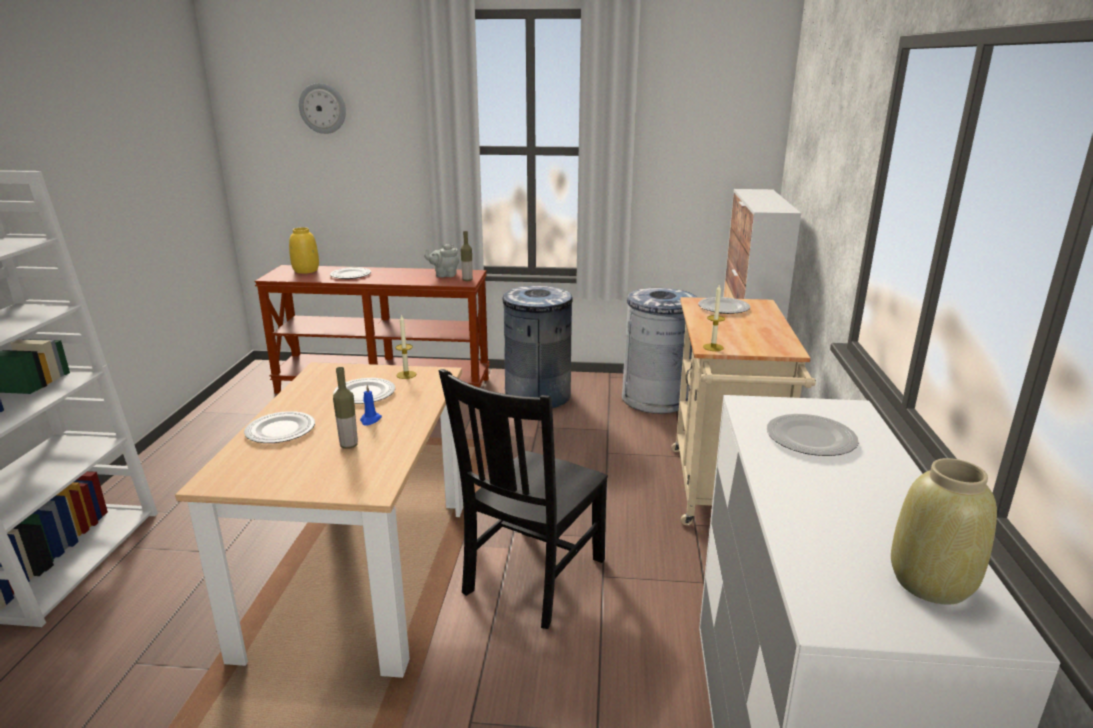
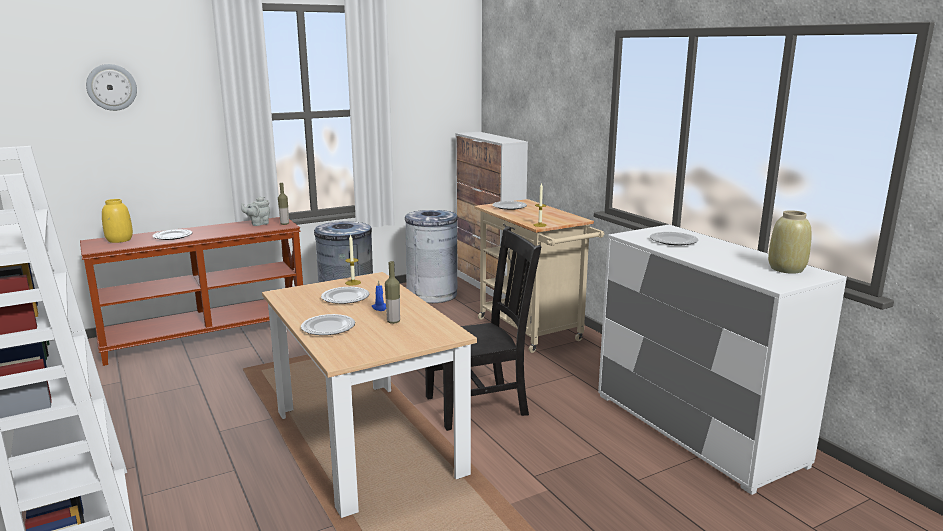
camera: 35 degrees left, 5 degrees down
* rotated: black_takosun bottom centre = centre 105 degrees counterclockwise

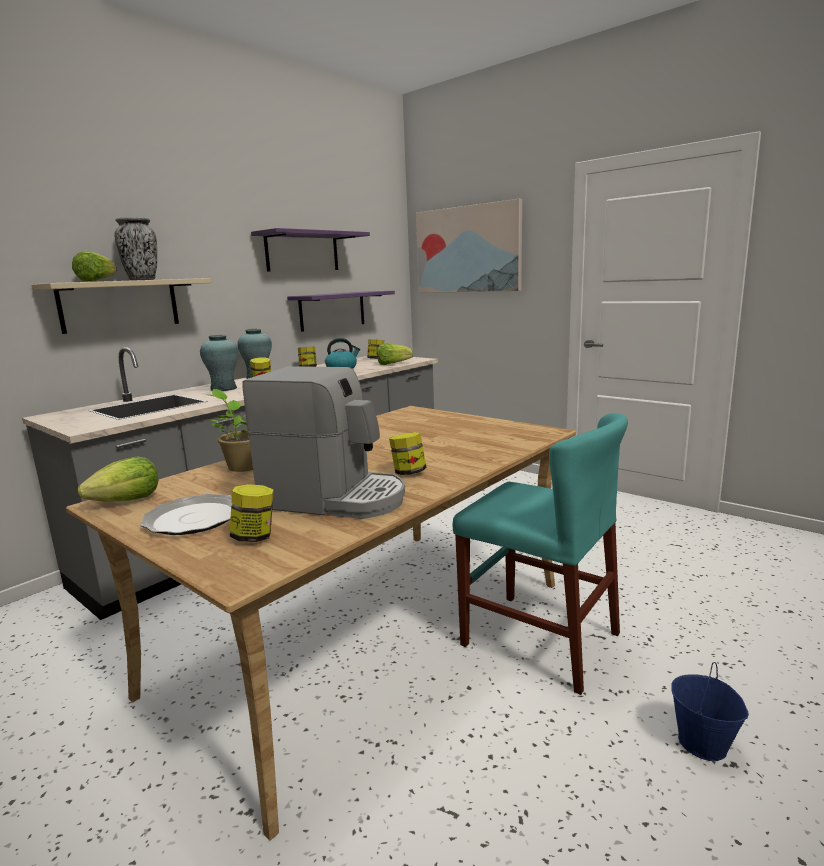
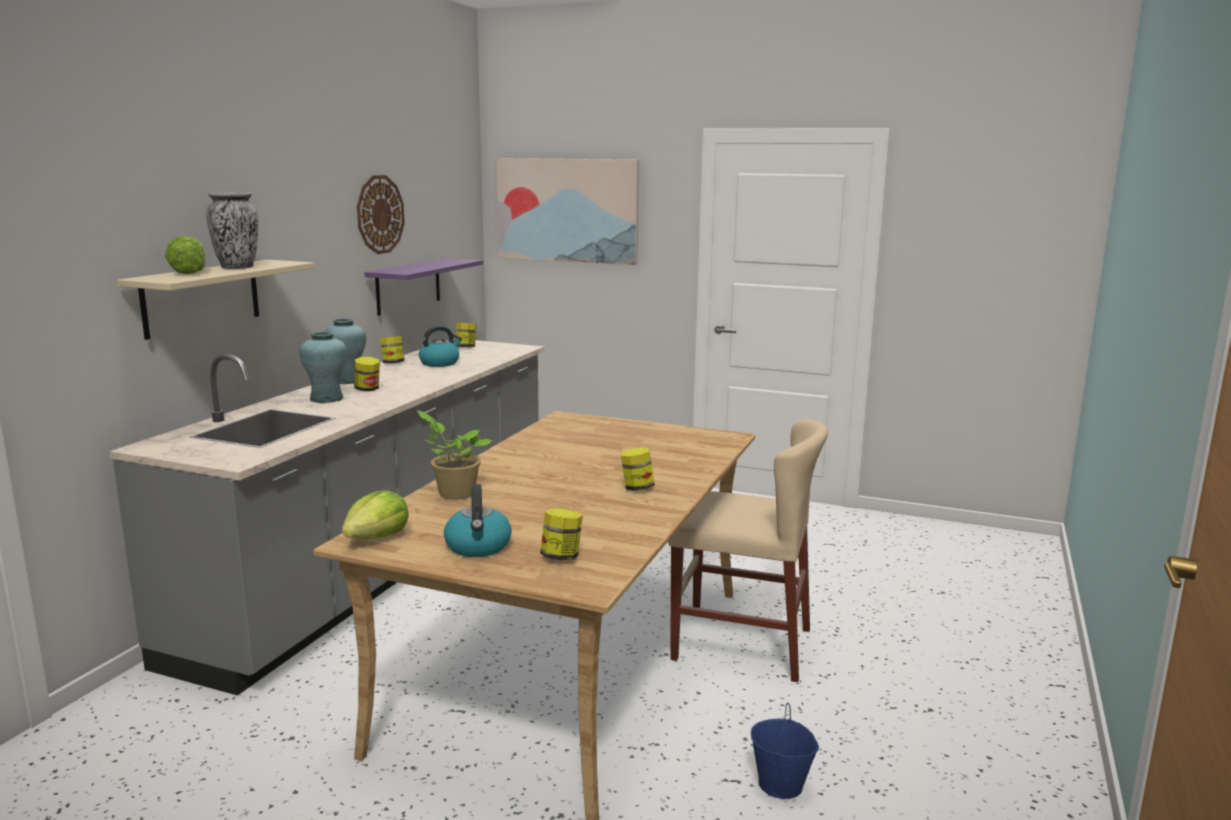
camera: 20 degrees left, 0 degrees up
* swapped: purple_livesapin (no. 1 from left) top centre to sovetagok top left
* swapped: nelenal middle left to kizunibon (no. 2 from left) centre
* repainted: turquoise_takosun centre to beige_takosun bottom centre
* shifted: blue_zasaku bottom right to bottom centre
* gone: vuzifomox centre
* gone: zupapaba (no. 3 from left) centre

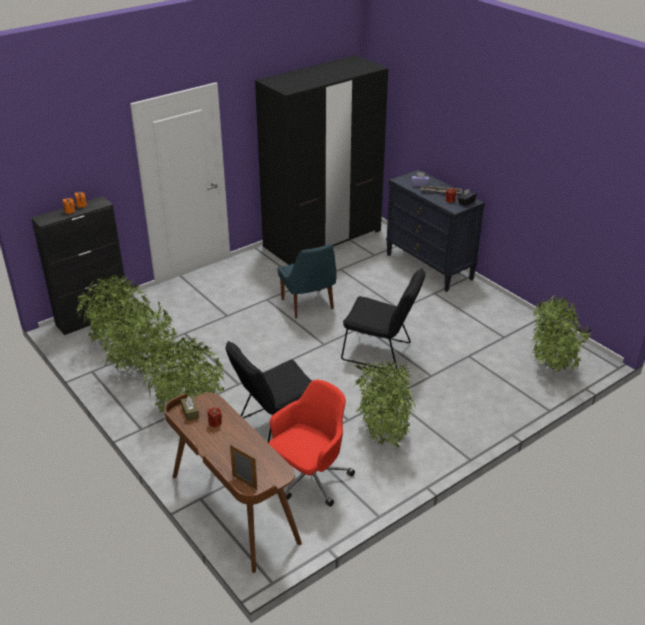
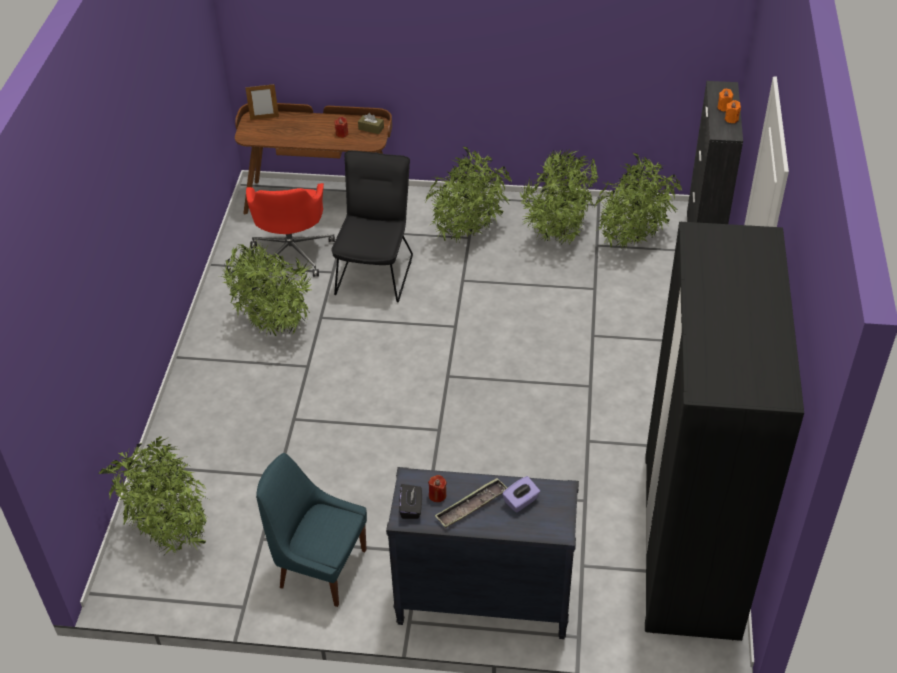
camera: 135 degrees right, 10 degrees up
* shifted: blue_takosun centre to bottom centre
* gone: black_takosun (no. 2 from left) centre

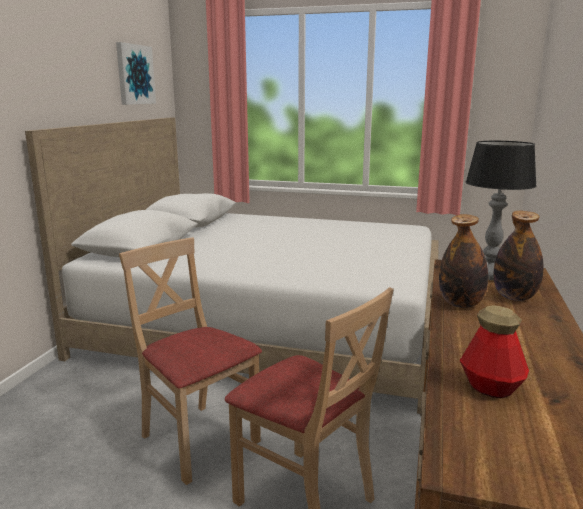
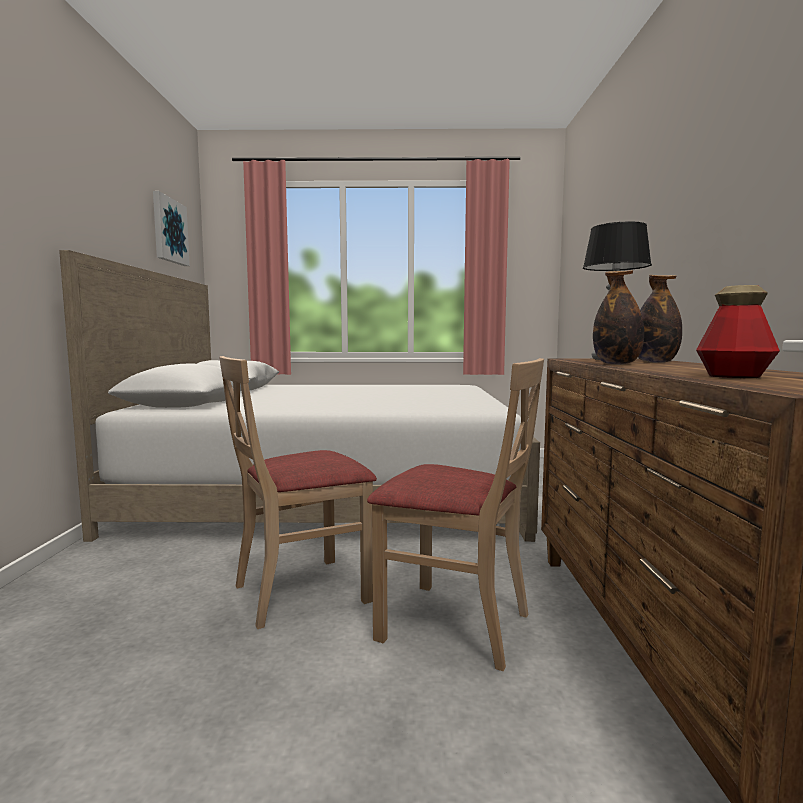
camera: 15 degrees left, 10 degrees down
* rotated: beige_takosun (no. 1 from left) bottom left = centre 60 degrees counterclockwise

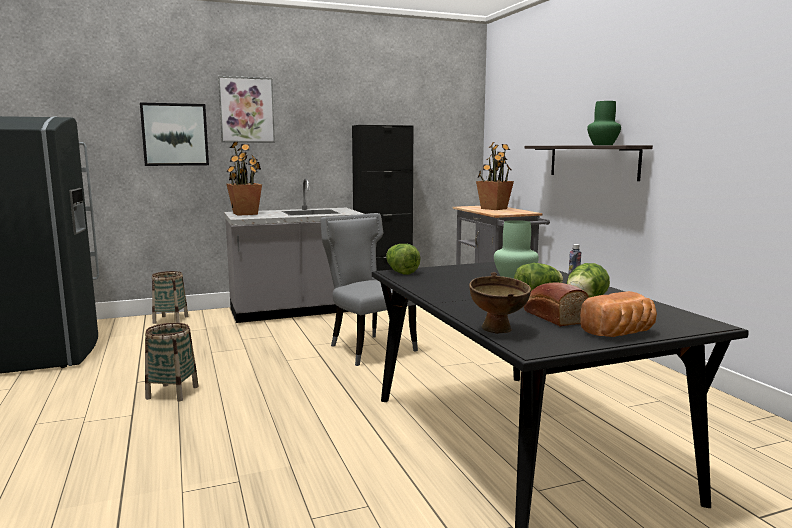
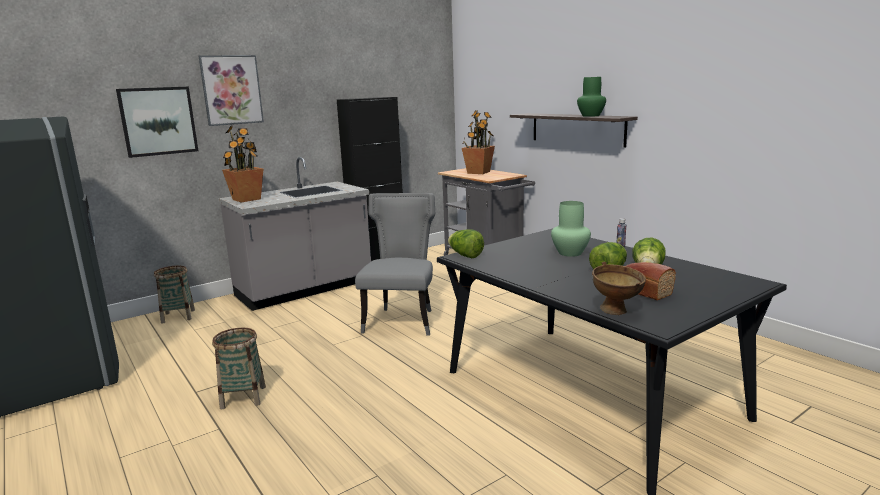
camera: 15 degrees left, 5 degrees up
* rotated: grey_takosun centre = centre 60 degrees clockwise
* gone: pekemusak (no. 2 from left) middle right

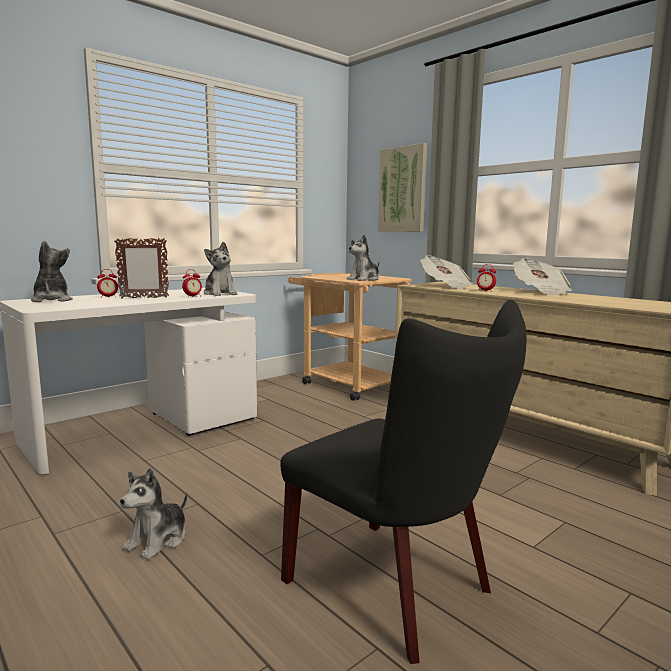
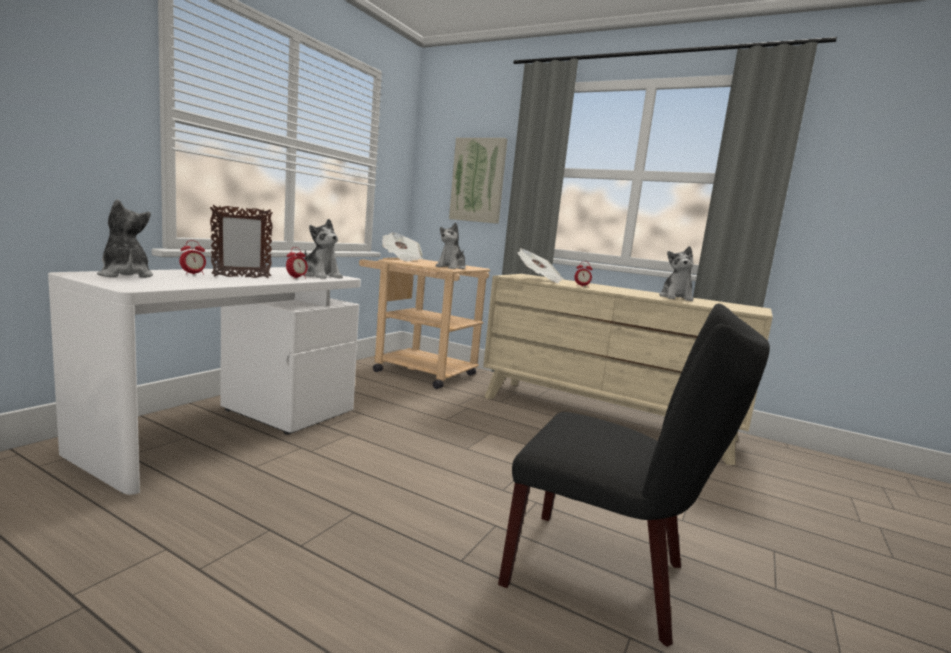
camera: 20 degrees left, 0 degrees up
* shifted: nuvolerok (no. 2 from left in the first image) middle right to nuvolerok (no. 1 from left) centre
* shifted: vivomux (no. 2 from left in the first image) bottom left to vivomux (no. 4 from left) middle right

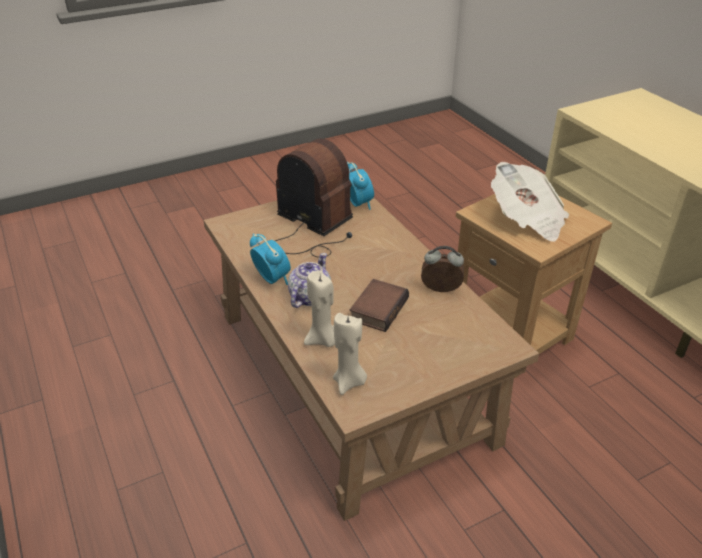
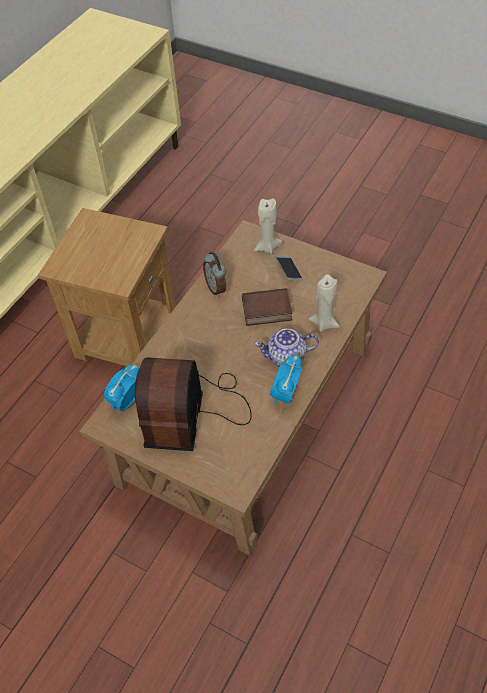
camera: 120 degrees left, 15 degrees up
* shifted: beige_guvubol (no. 2 from left in the first image) centre to beige_guvubol (no. 1 from left) top centre
* new: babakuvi centre
* gone: nuvolerok middle right

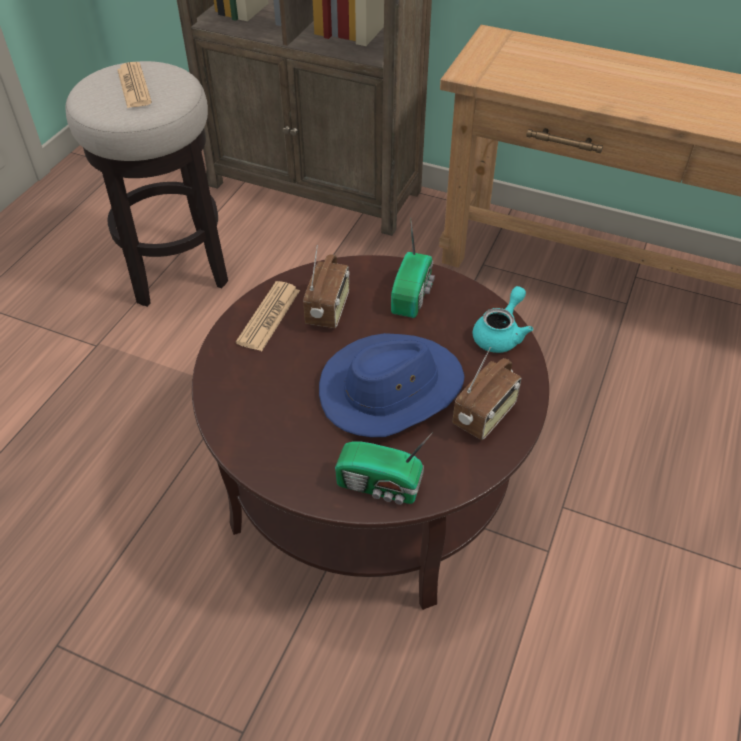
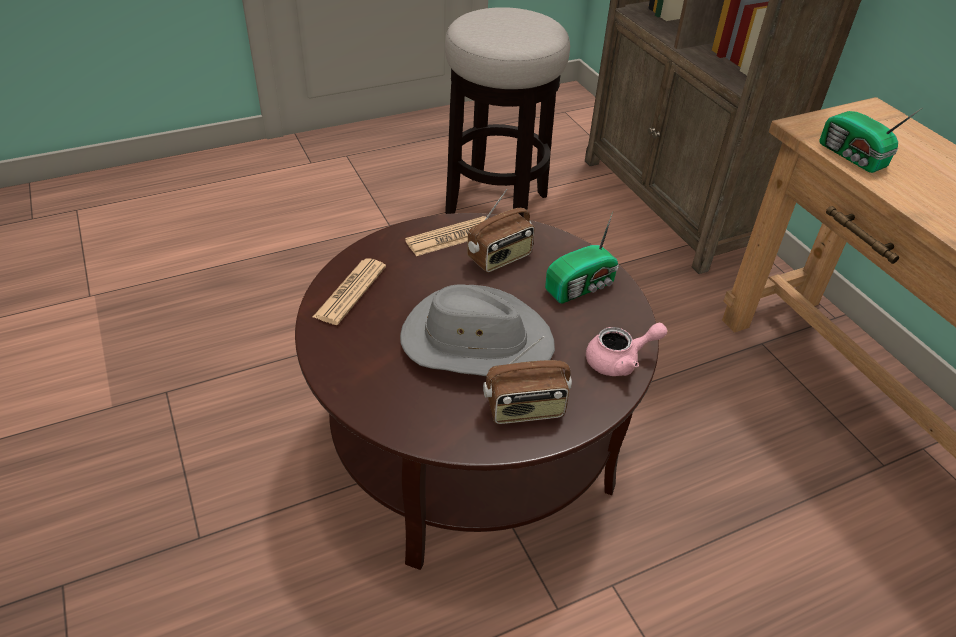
camera: 40 degrees right, 5 degrees down
* shifted: nuvolerok (no. 1 from left) top left to centre
* repainted: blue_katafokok centre to grey_katafokok centre
* repainted: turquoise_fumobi middle right to pink_fumobi centre
* shifted: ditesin (no. 2 from left in the first image) centre to ditesin (no. 4 from left) top right

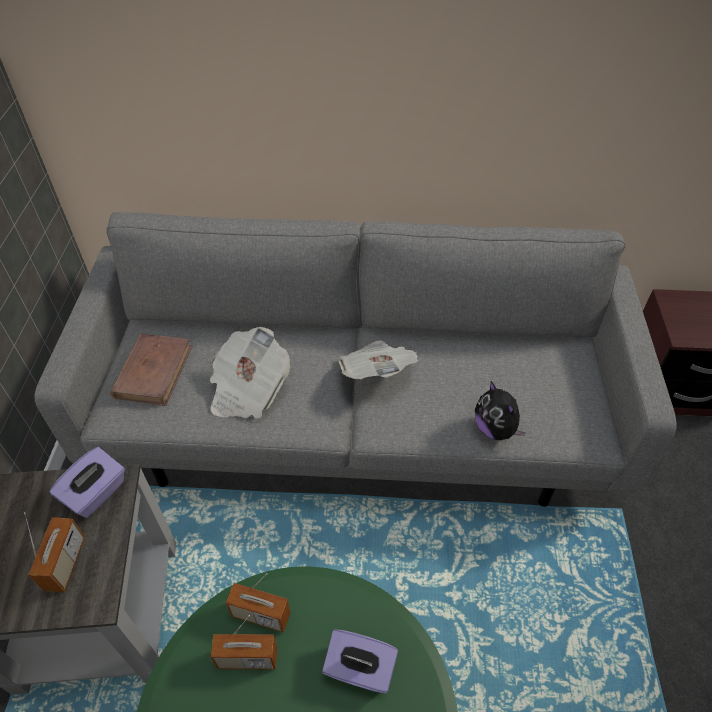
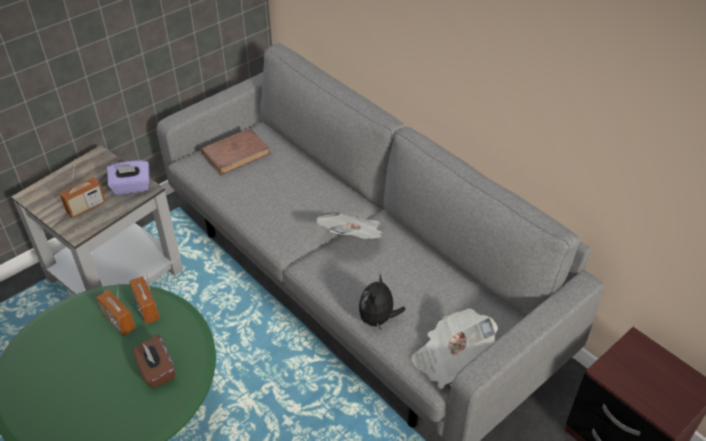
camera: 45 degrees right, 5 degrees down
* repainted: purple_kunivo (no. 2 from left) bottom centre to brown_kunivo bottom left
* shifted: nuvolerok (no. 1 from left in the first image) centre to nuvolerok (no. 2 from left) bottom centre

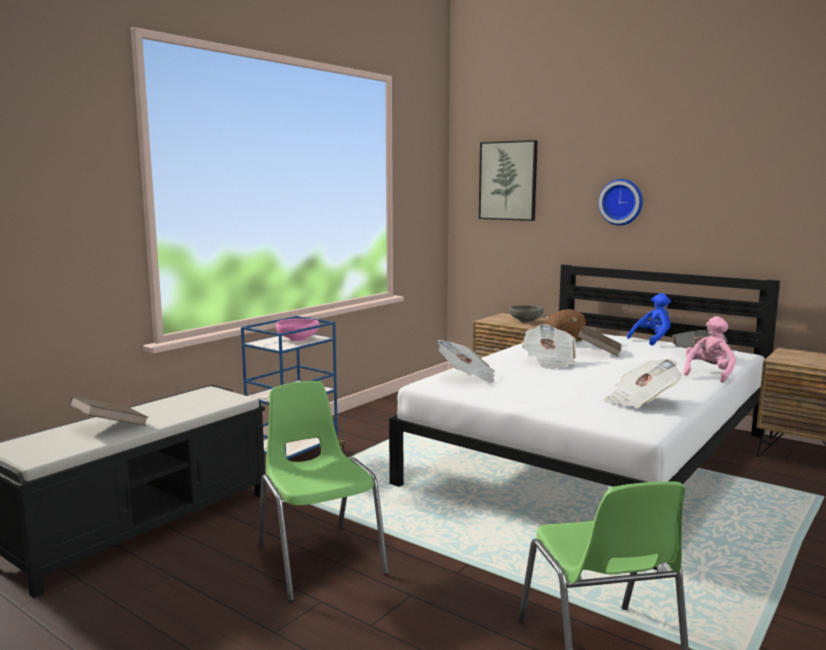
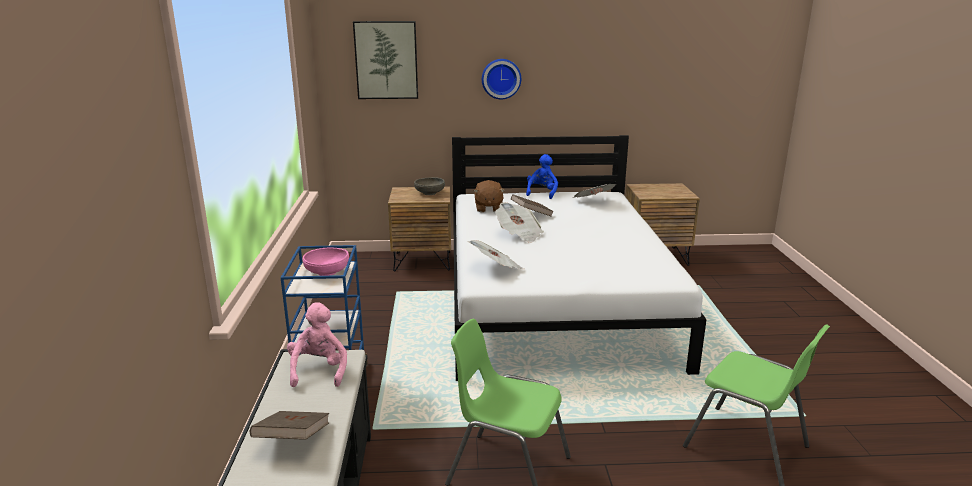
camera: 40 degrees left, 10 degrees up
* shifted: pink_vivomux middle right to bottom left
* gone: nuvolerok (no. 3 from left) middle right

